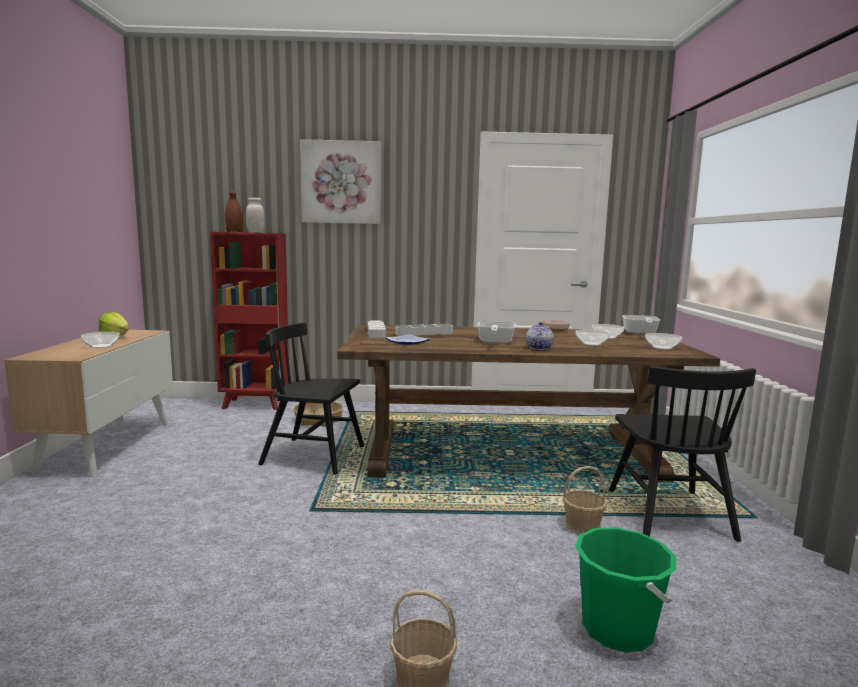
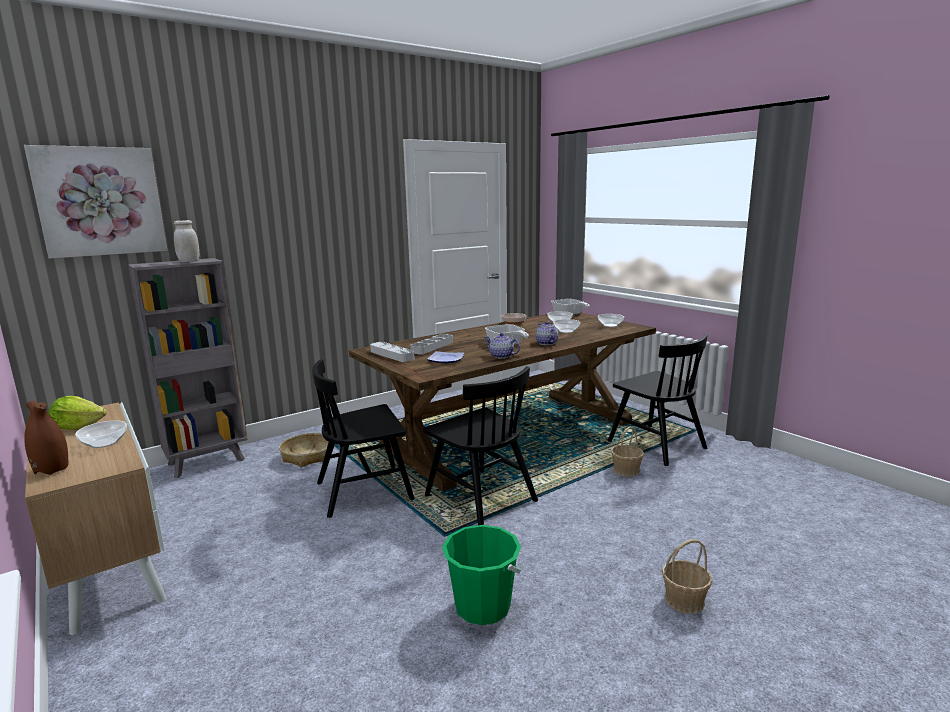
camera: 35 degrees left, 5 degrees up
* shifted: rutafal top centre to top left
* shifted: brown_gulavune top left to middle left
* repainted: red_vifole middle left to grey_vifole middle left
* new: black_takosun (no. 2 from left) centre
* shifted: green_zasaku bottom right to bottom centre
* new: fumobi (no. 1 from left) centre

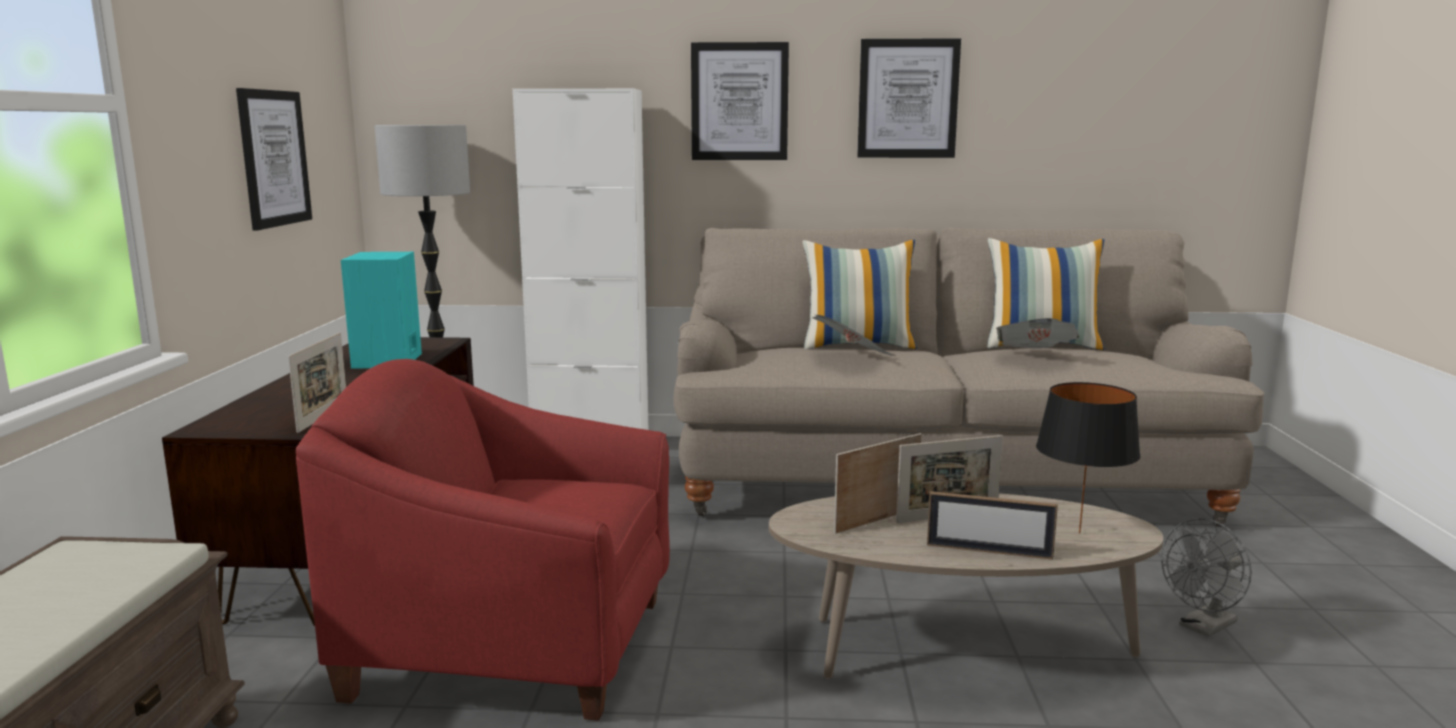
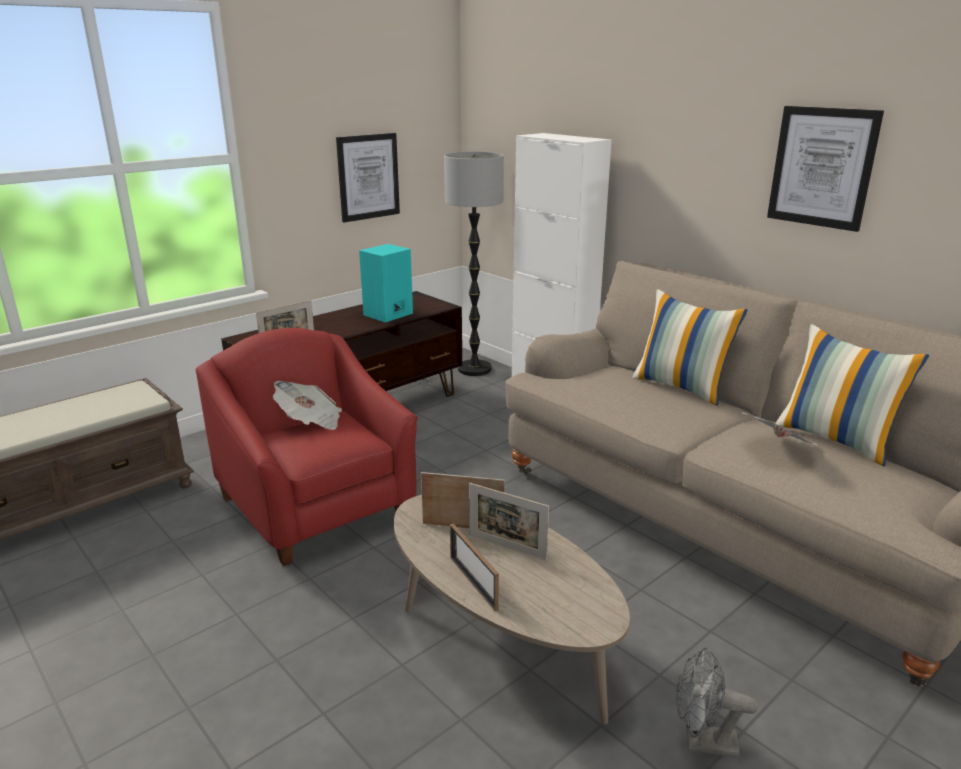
camera: 45 degrees right, 10 degrees up
* shifted: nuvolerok (no. 1 from left) centre to middle left
* gone: rutafal (no. 2 from left) top centre
* gone: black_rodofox middle right

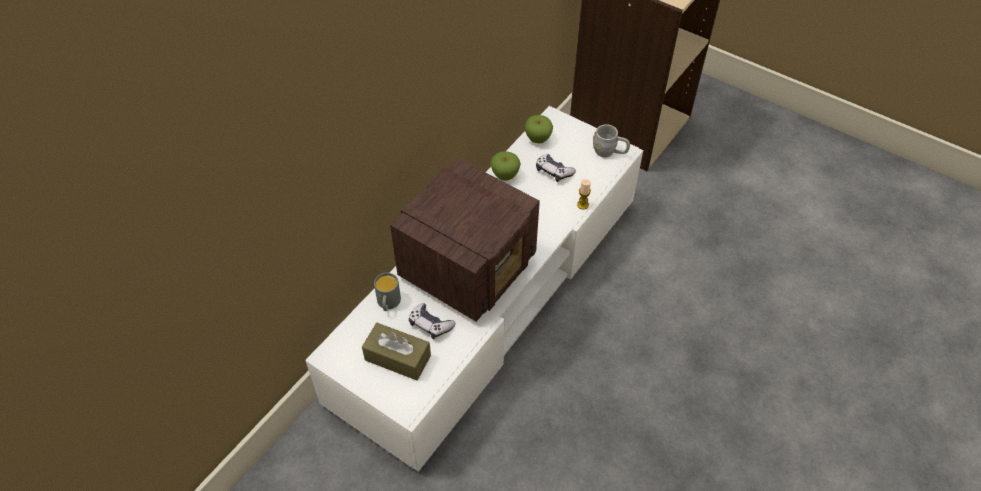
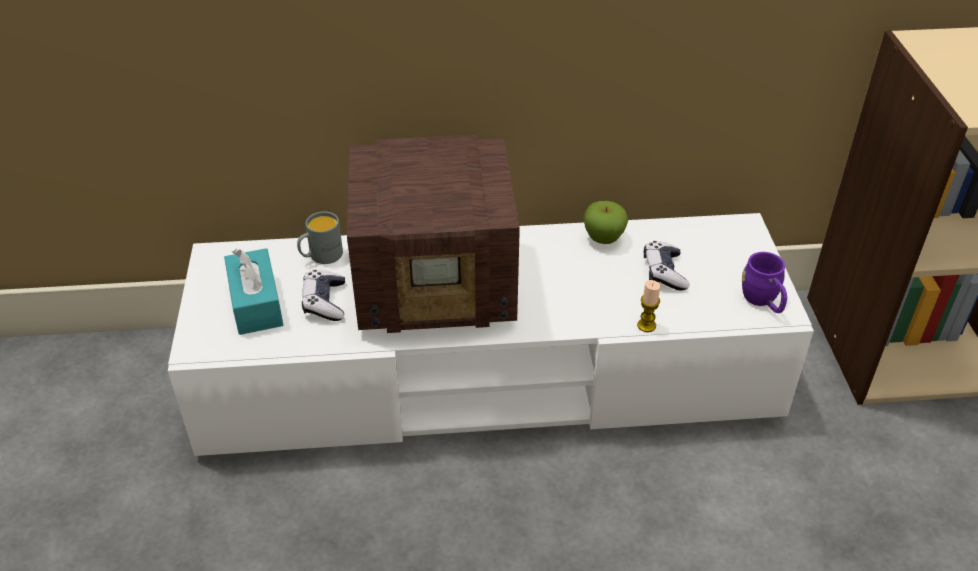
camera: 50 degrees right, 10 degrees down
* repainted: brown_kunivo bottom centre to turquoise_kunivo middle left
* repainted: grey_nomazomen (no. 2 from left) top centre to purple_nomazomen middle right
* gone: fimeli (no. 2 from left) top centre

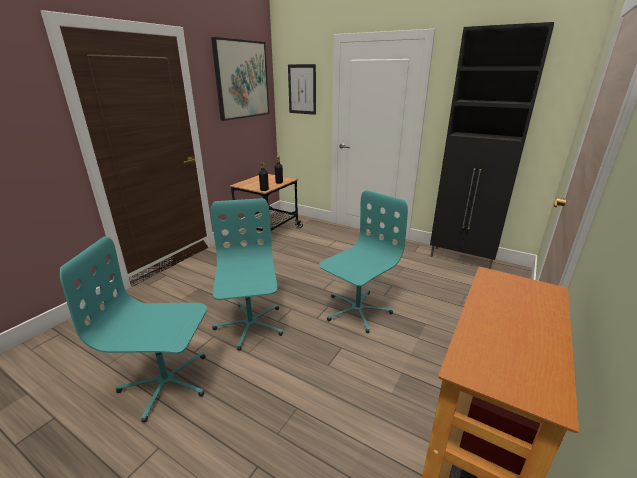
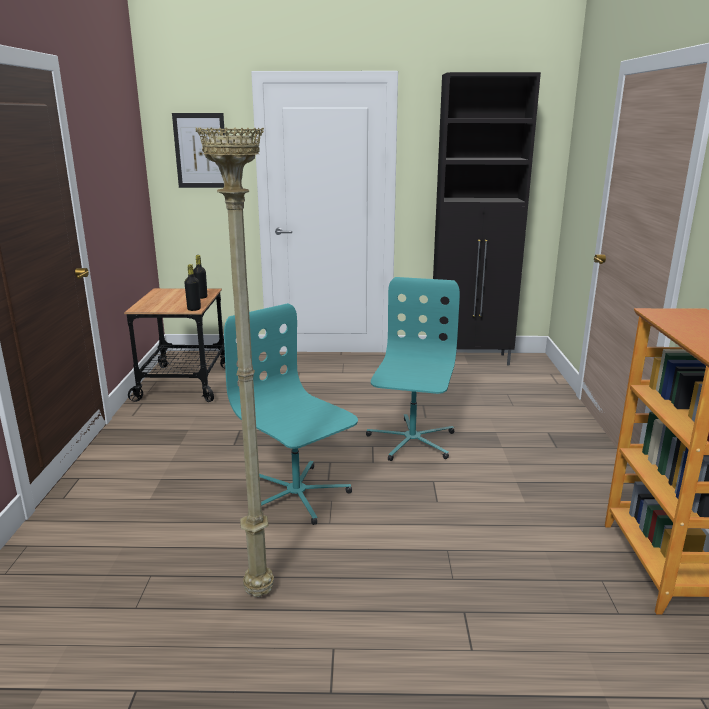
camera: 30 degrees left, 5 degrees down
* swapped: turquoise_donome (no. 1 from left) bottom left to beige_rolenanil middle left
* gone: rutafal (no. 1 from left) top centre

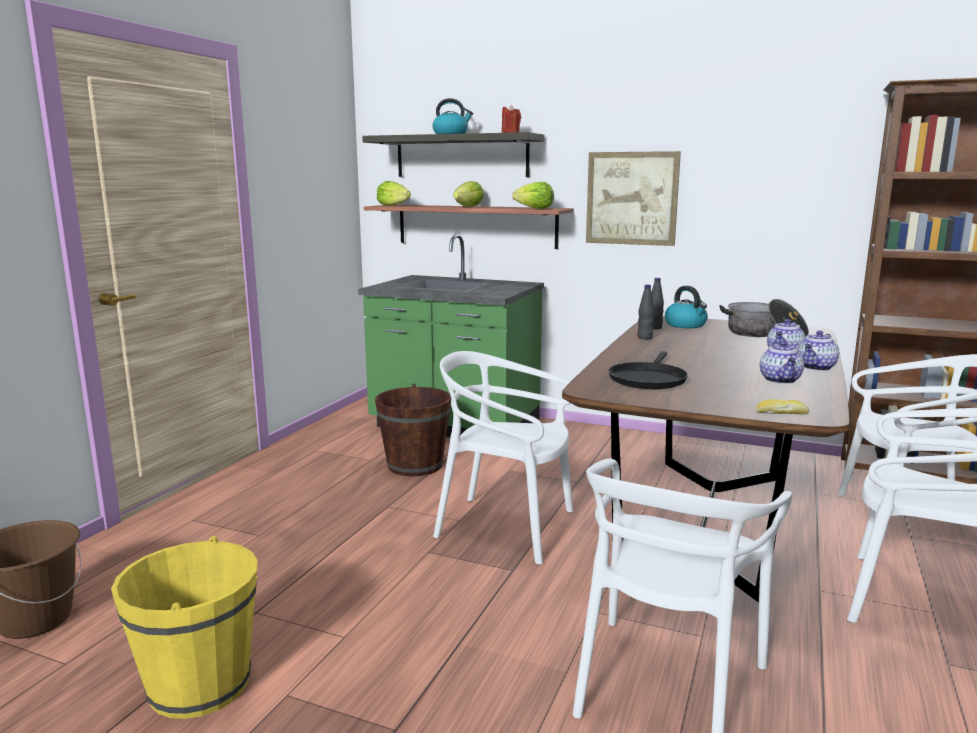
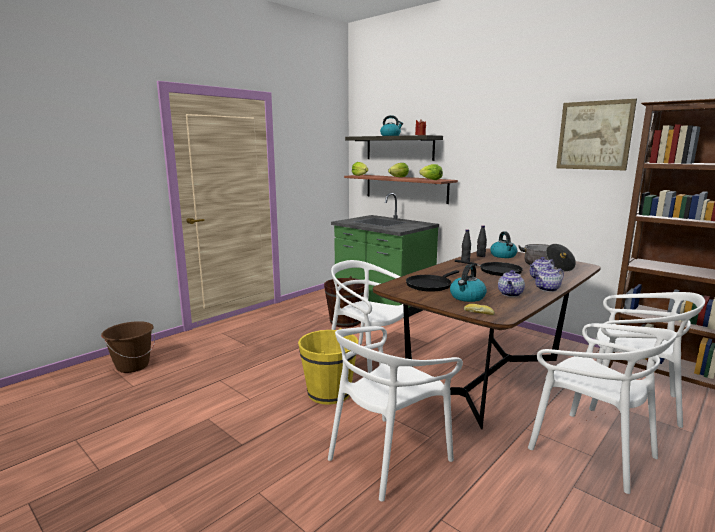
camera: 20 degrees right, 0 degrees up
* shifted: yellow_zasaku bottom left to bottom centre
* new: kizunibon (no. 2 from left) centre
* new: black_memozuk (no. 2 from left) middle right
* shifted: rutafal top centre to top right

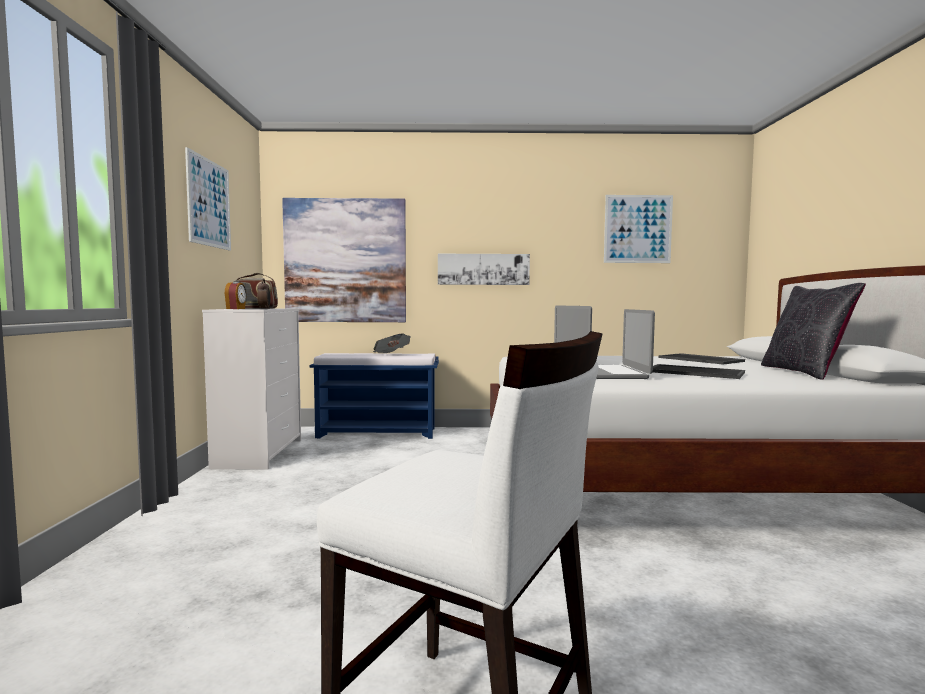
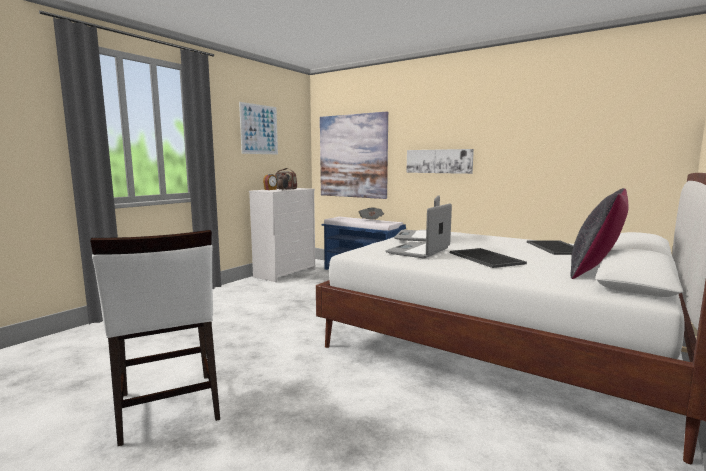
camera: 35 degrees right, 5 degrees up
* gone: rutafal (no. 4 from left) top right

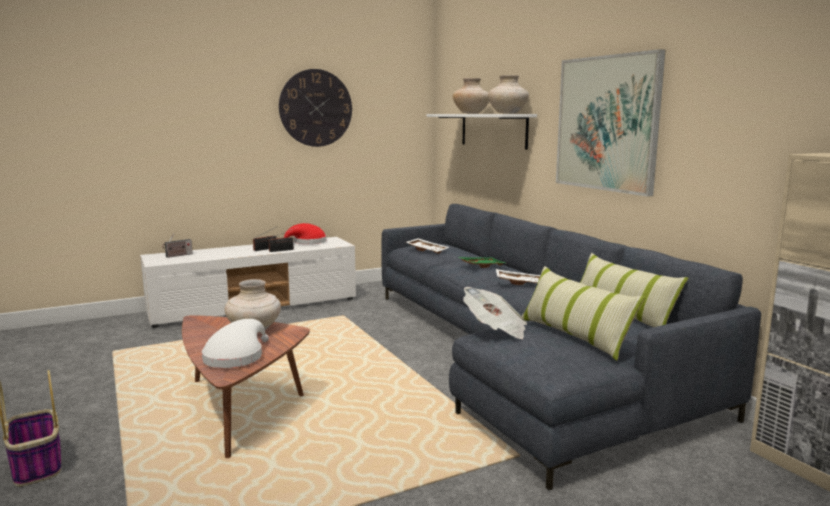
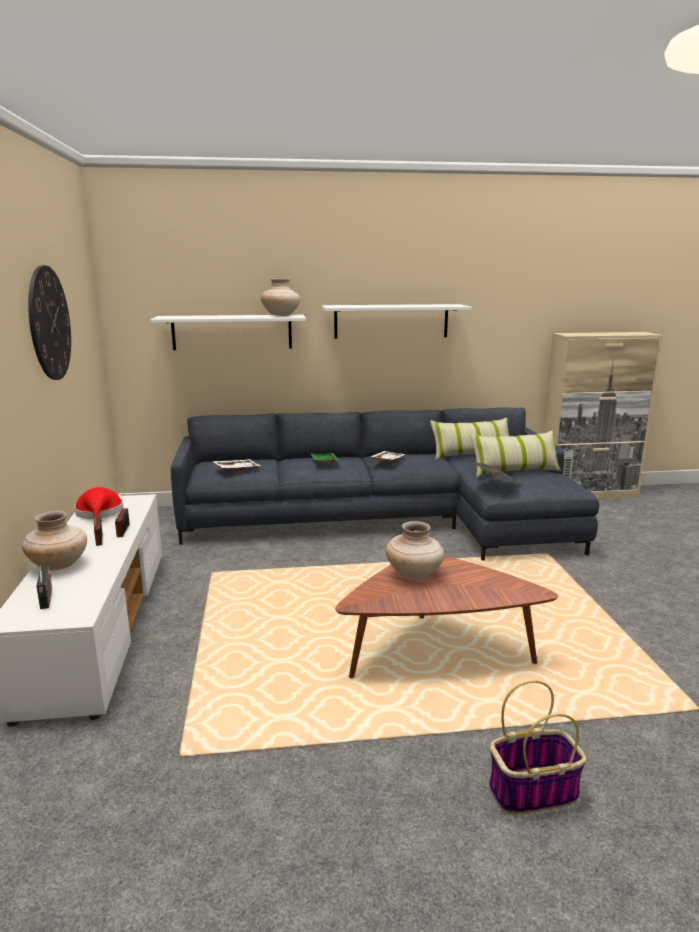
camera: 70 degrees left, 5 degrees up
* shifted: beige_gulavune (no. 2 from left in the first image) top centre to beige_gulavune (no. 1 from left) middle left
* swapped: rutafal top right to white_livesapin (no. 2 from left) centre
* gone: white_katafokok bottom left

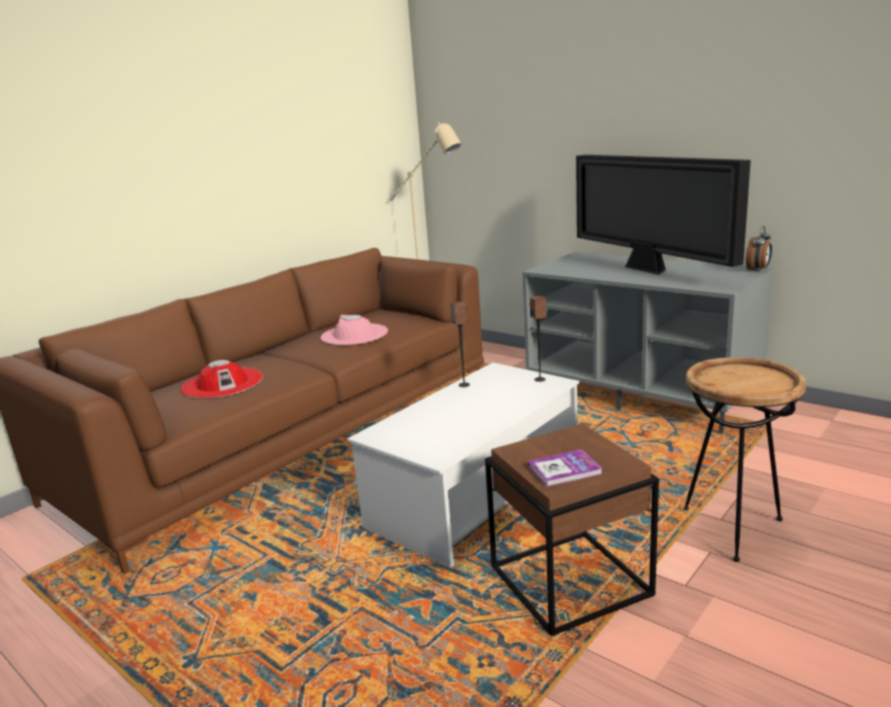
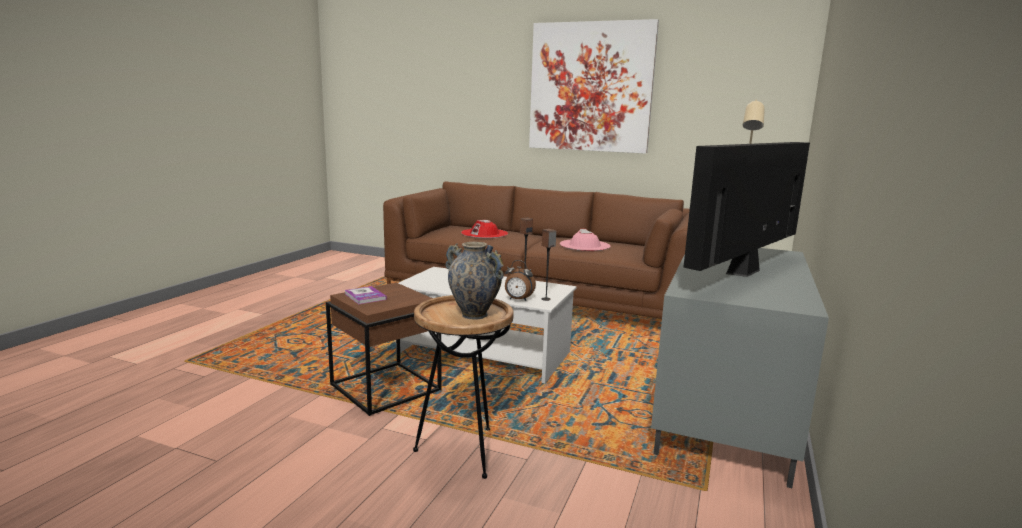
camera: 70 degrees right, 5 degrees down
* new: gulavune centre
* shifted: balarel middle right to centre
* new: rutafal top centre

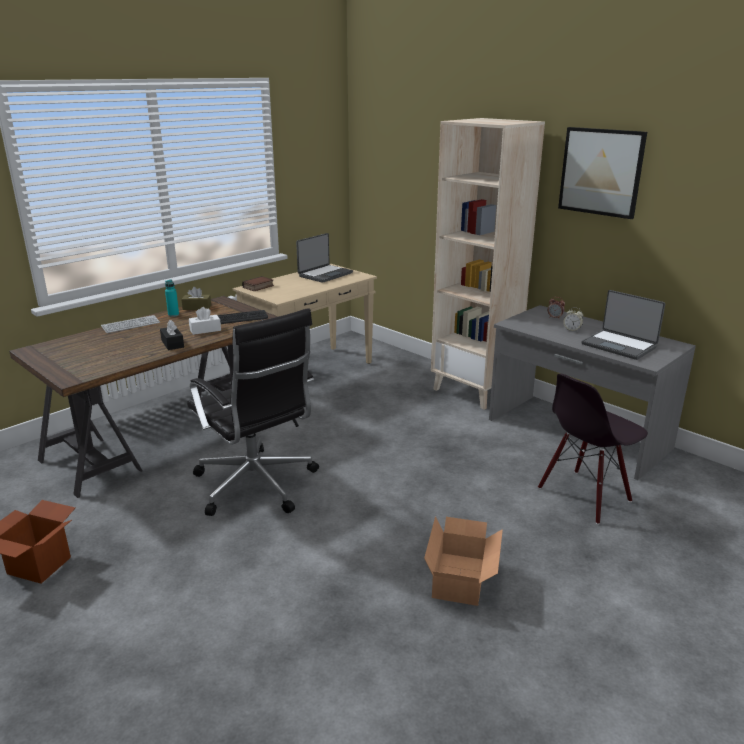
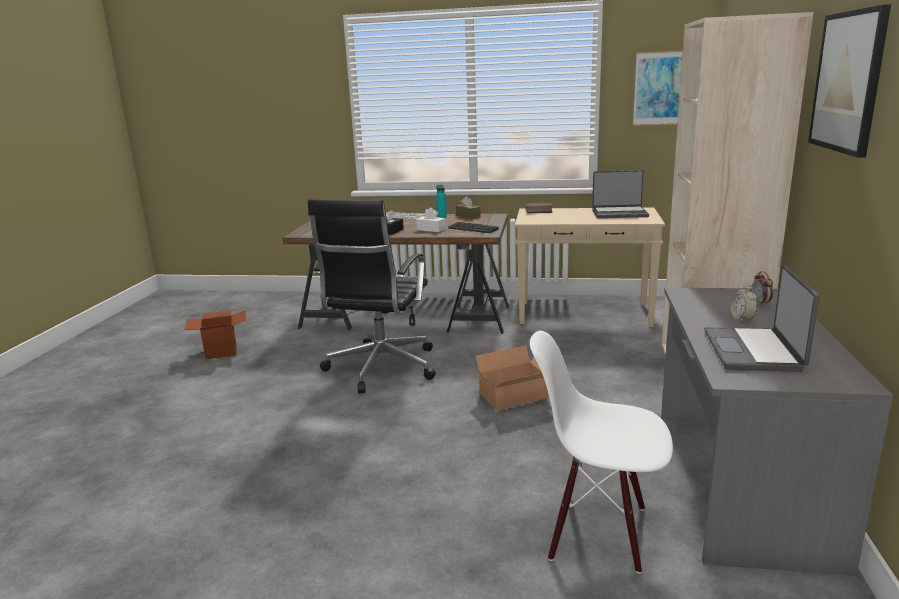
camera: 55 degrees right, 5 degrees down
* shifted: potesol (no. 2 from left) bottom centre to centre
* repainted: black_takosun middle right to white_takosun bottom right
* new: rutafal (no. 1 from left) top right

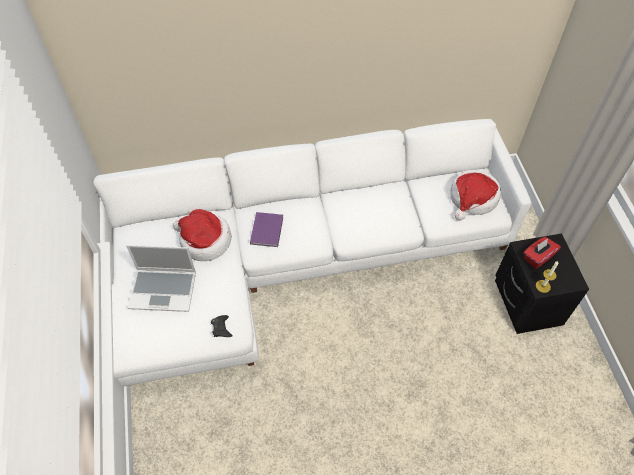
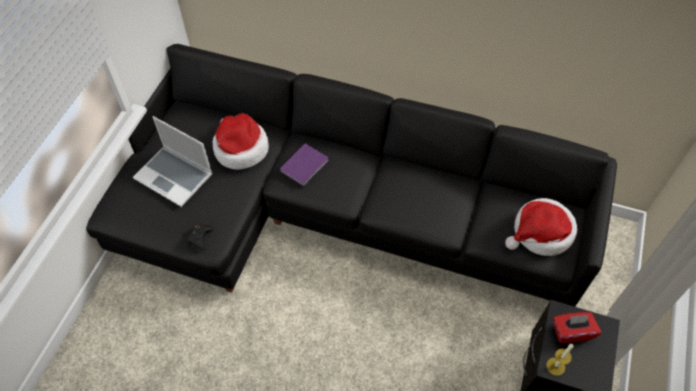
camera: 30 degrees right, 0 degrees up
* repainted: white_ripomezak centre to black_ripomezak centre

